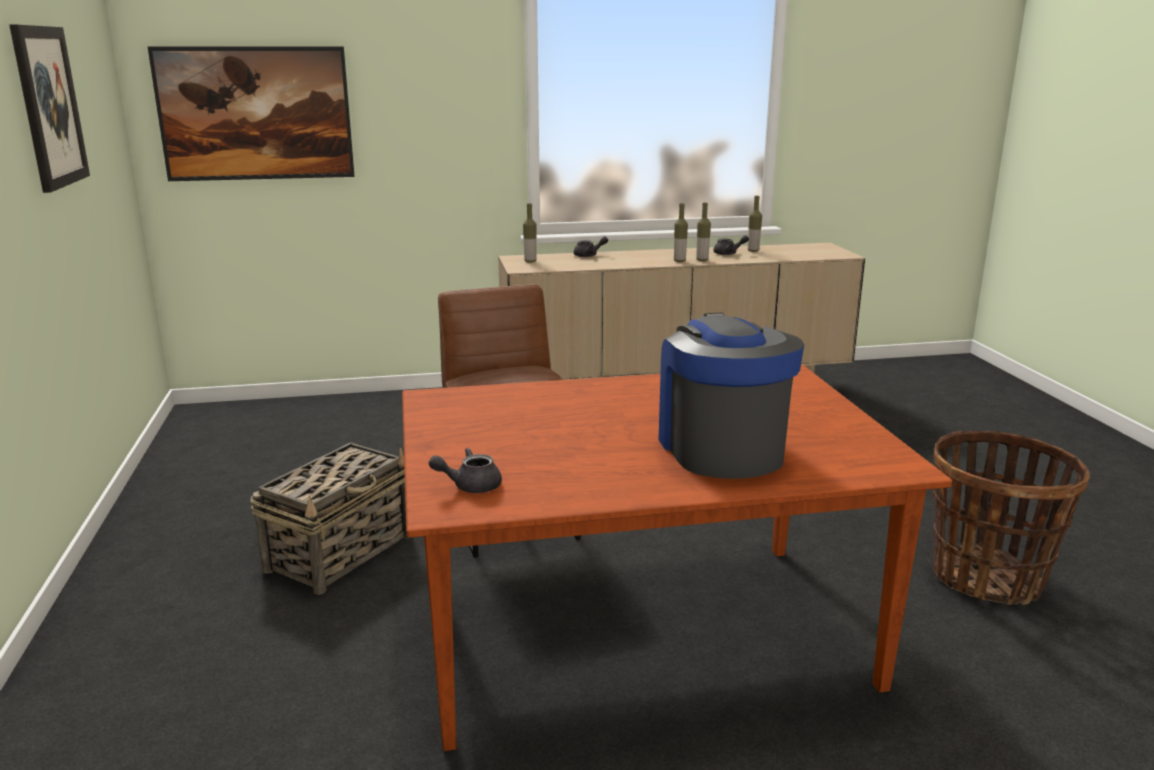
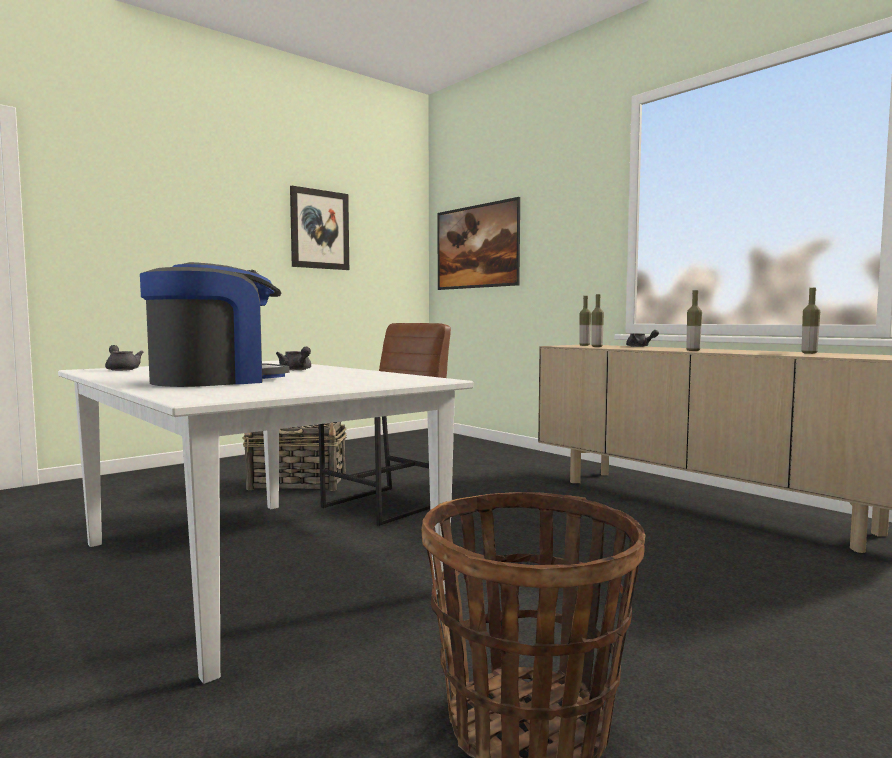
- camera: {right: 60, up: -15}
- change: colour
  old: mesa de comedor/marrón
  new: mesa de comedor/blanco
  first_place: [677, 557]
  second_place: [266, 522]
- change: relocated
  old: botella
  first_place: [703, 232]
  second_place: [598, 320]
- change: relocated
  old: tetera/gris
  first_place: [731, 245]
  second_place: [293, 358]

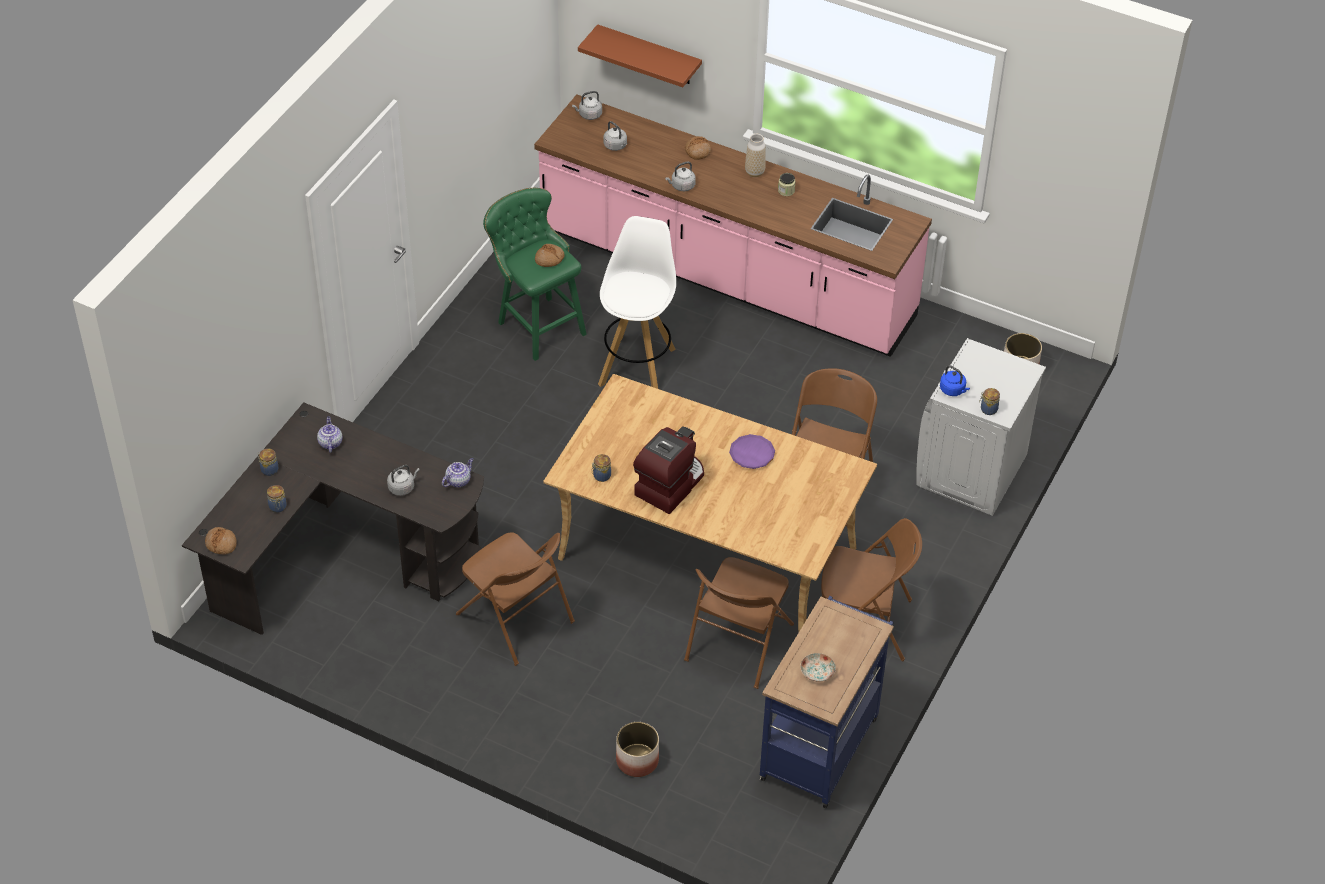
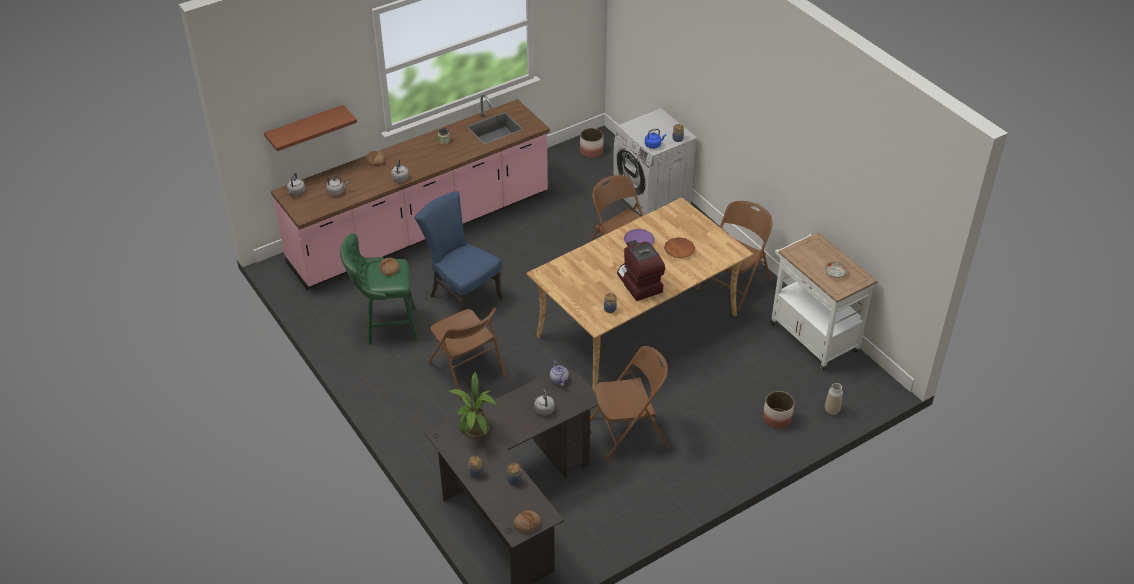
- camera: {right: -60, up: -5}
- change: exchanged
  old: tetera
  new: planta en maceta
  first_place: [330, 435]
  second_place: [472, 404]
- change: exchanged
  old: taburete/blanco
  new: silla/azul
  first_place: [637, 302]
  second_place: [458, 251]
- change: relocated
  old: silla/marrón
  first_place: [739, 623]
  second_place: [467, 353]
- change: relocated
  old: florero
  first_place: [755, 155]
  second_place: [834, 399]
- change: colour
  old: carrito/azul
  new: carrito/blanco
  first_place: [827, 702]
  second_place: [823, 301]
- change: appeared
  new: plato/marrón
  second_place: [679, 247]

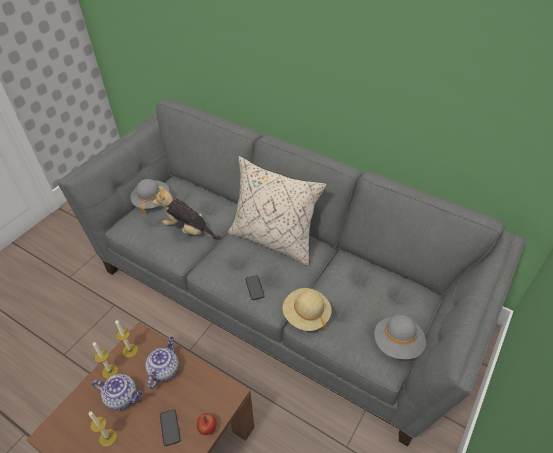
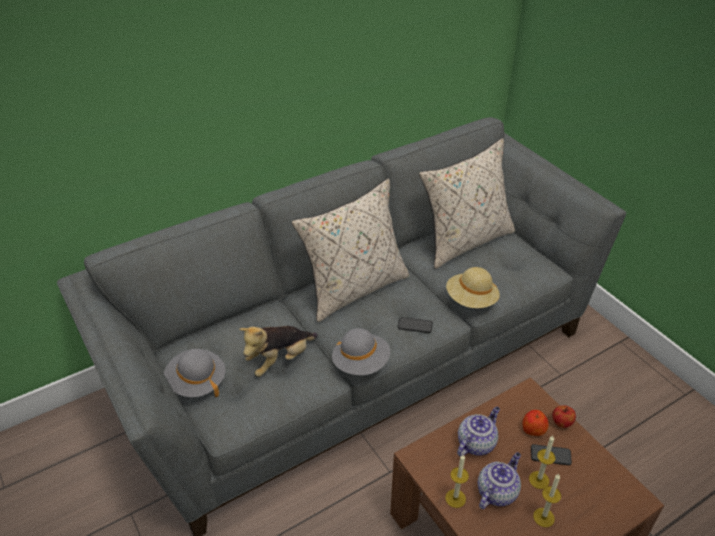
- camera: {right: -65, up: -5}
- change: relocated
  old: vela
  first_place: [126, 339]
  second_place: [542, 462]
- change: spun
  old: tetera
  first_place: [162, 362]
  second_place: [478, 432]
  degrees: 90
- change: relocated
  old: sombrero/gris
  first_place: [400, 337]
  second_place: [361, 351]
- change: appeared
  new: cojín/beis
  second_place: [467, 203]
- change: appeared
  new: manzana
  second_place: [536, 423]

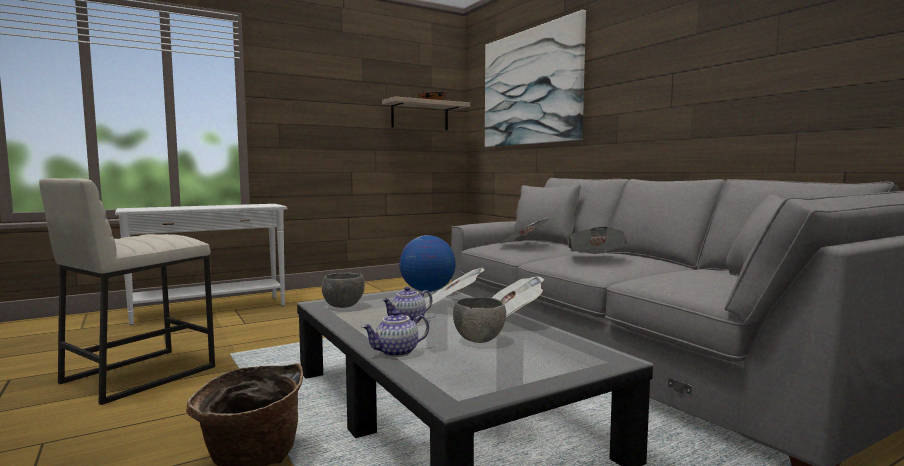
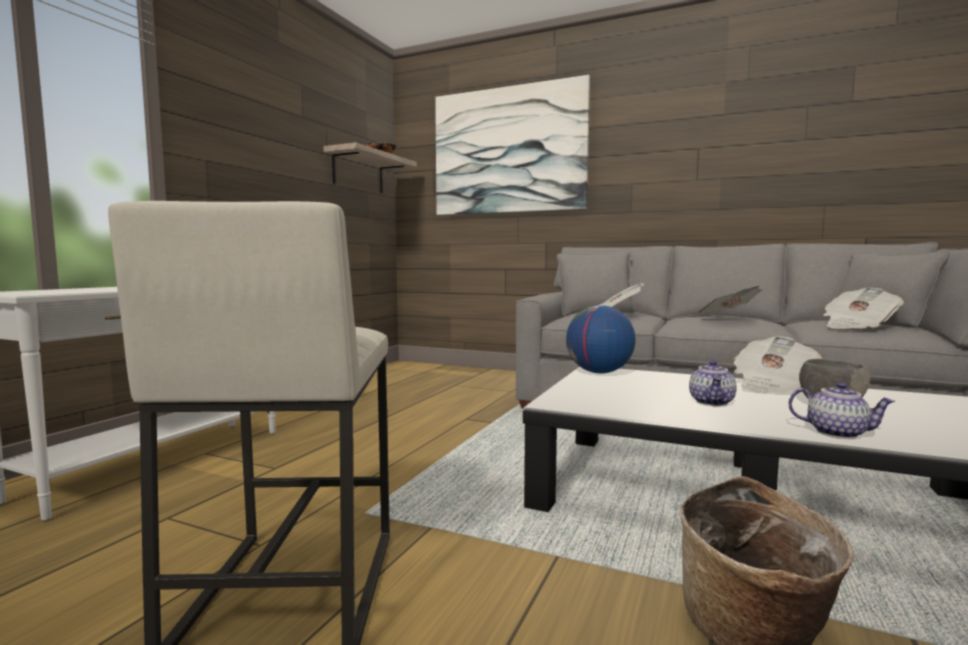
- camera: {right: -35, up: 0}
- change: missing
  old: cuenco/gris
  first_place: [343, 290]
- change: spun
  old: tetera
  first_place: [395, 334]
  second_place: [842, 410]
  degrees: -90
- change: relocated
  old: periódico
  first_place: [454, 287]
  second_place: [863, 308]

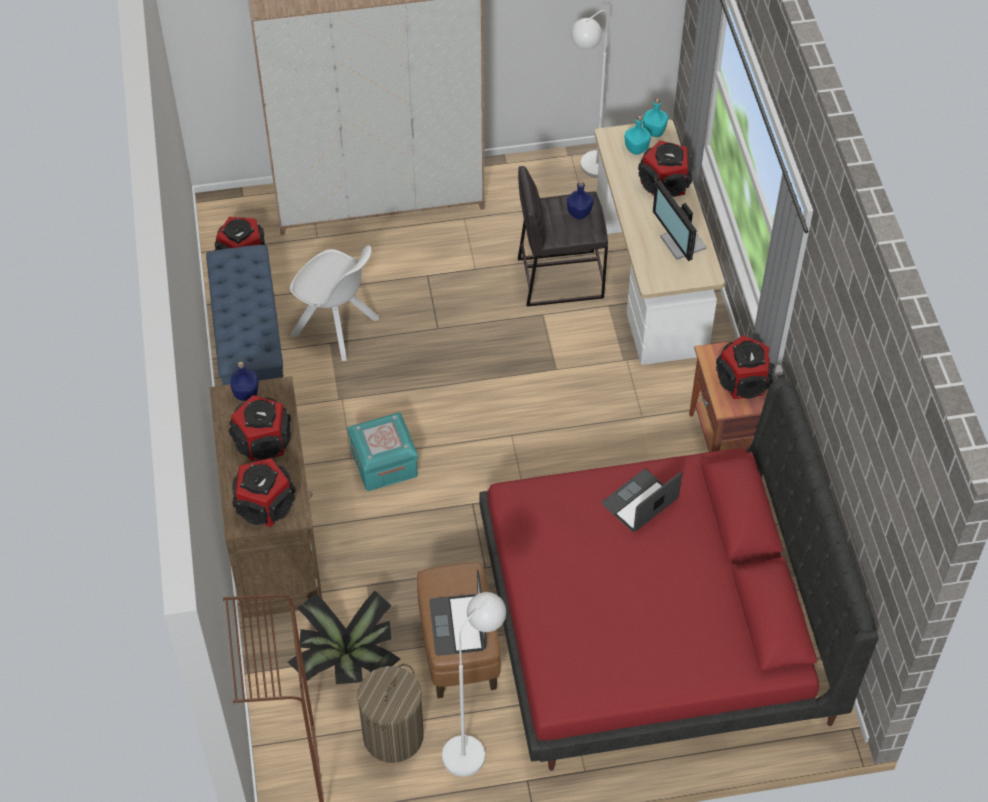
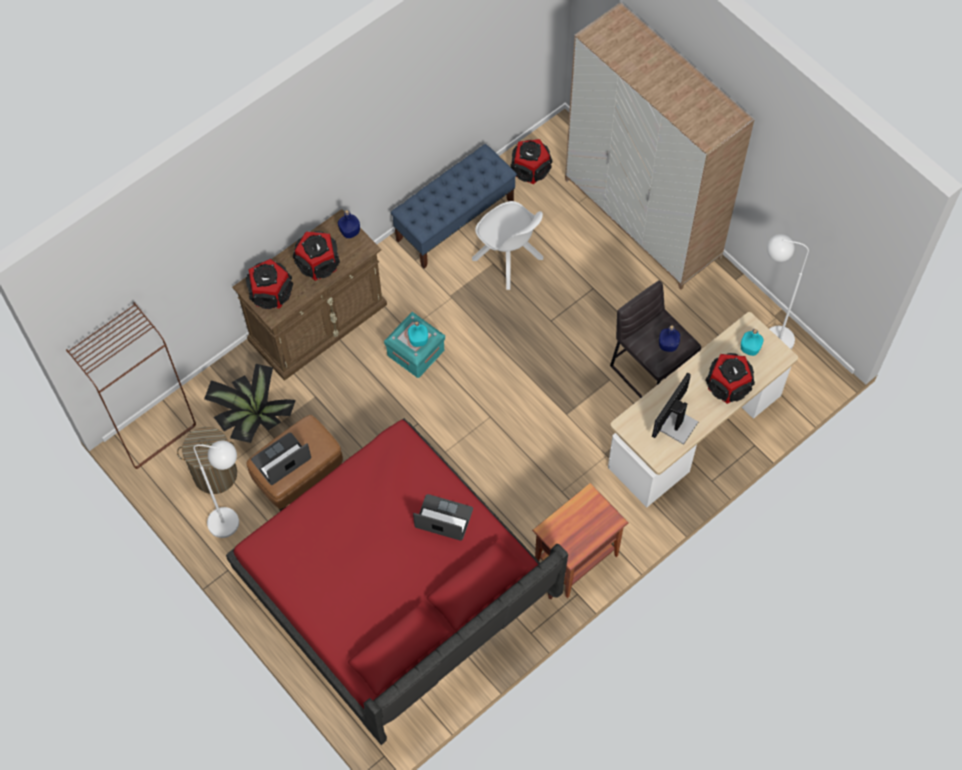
- camera: {right: 60, up: 10}
- change: spun
  old: silla/blanco
  first_place: [334, 303]
  second_place: [507, 245]
  degrees: -45
- change: relocated
  old: botella/turquesa
  first_place: [655, 117]
  second_place: [418, 334]
- change: missing
  old: altavoz
  first_place: [745, 367]

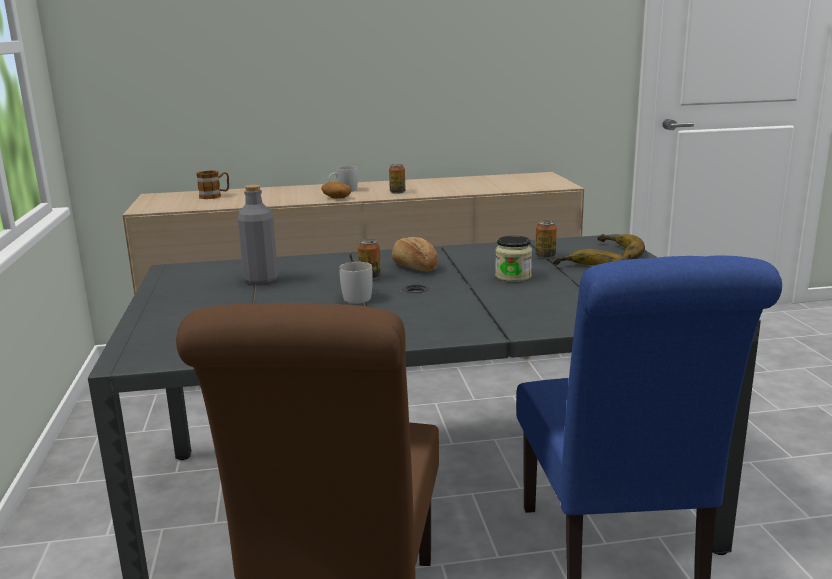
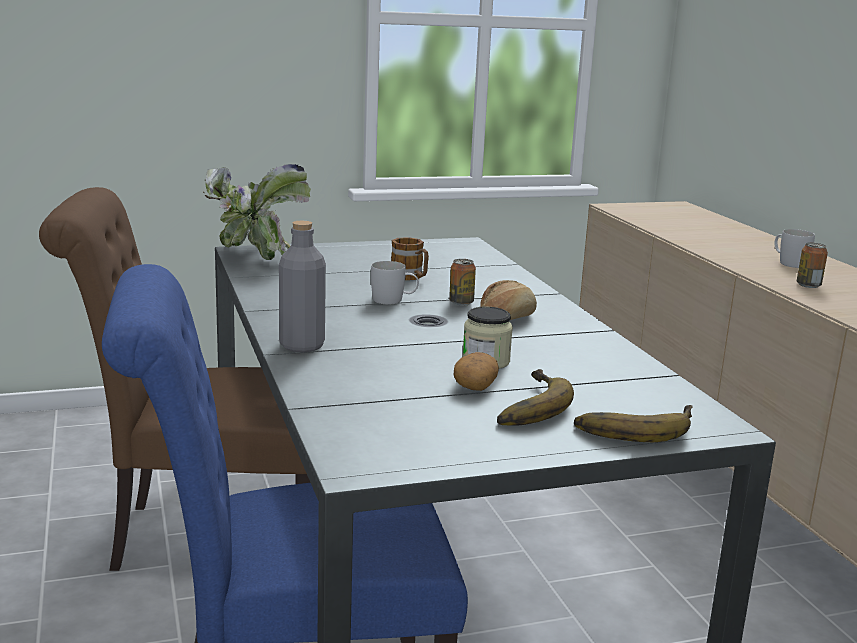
- camera: {right: 80, up: 0}
- change: relocated
  old: taza grande
  first_place: [213, 184]
  second_place: [410, 258]
- change: relocated
  old: botella/gris
  first_place: [257, 235]
  second_place: [302, 286]
- change: relocated
  old: patata
  first_place: [336, 190]
  second_place: [476, 371]
- change: missing
  old: lata
  first_place: [546, 239]
- change: appeared
  new: planta en maceta
  second_place: [257, 212]

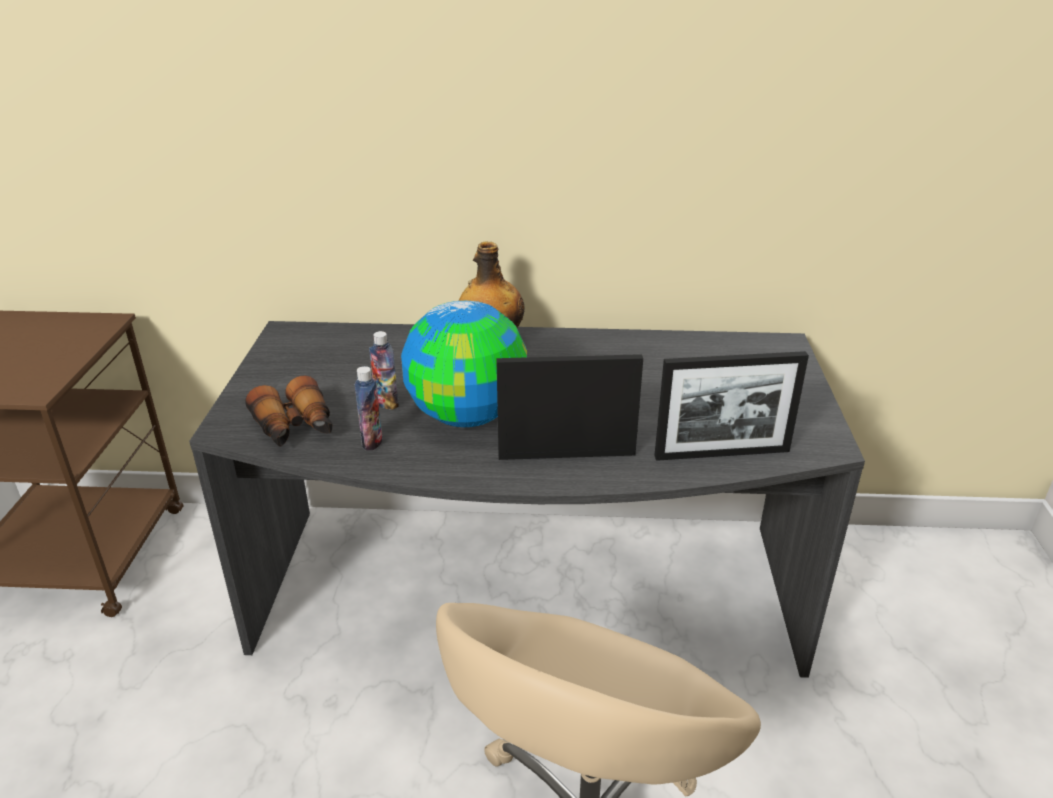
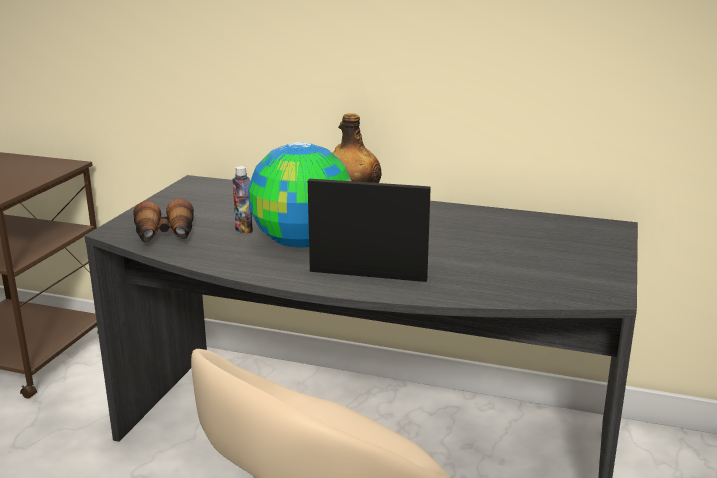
- camera: {right: 15, up: -10}
- change: missing
  old: botella
  first_place: [368, 408]
- change: missing
  old: portarretratos
  first_place: [731, 406]

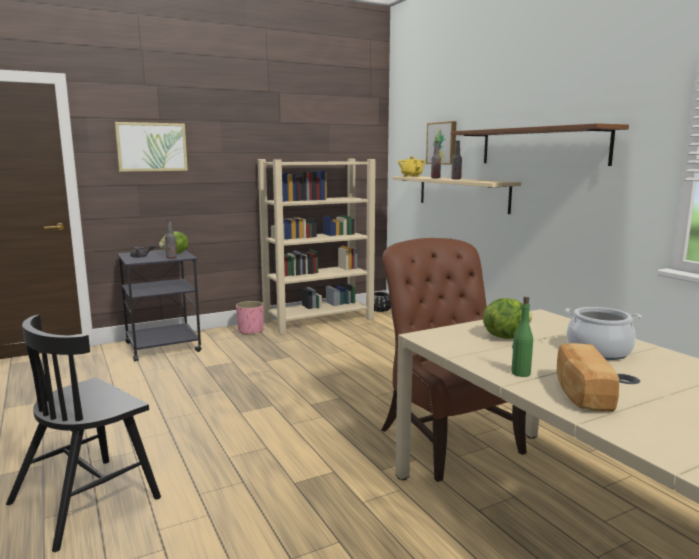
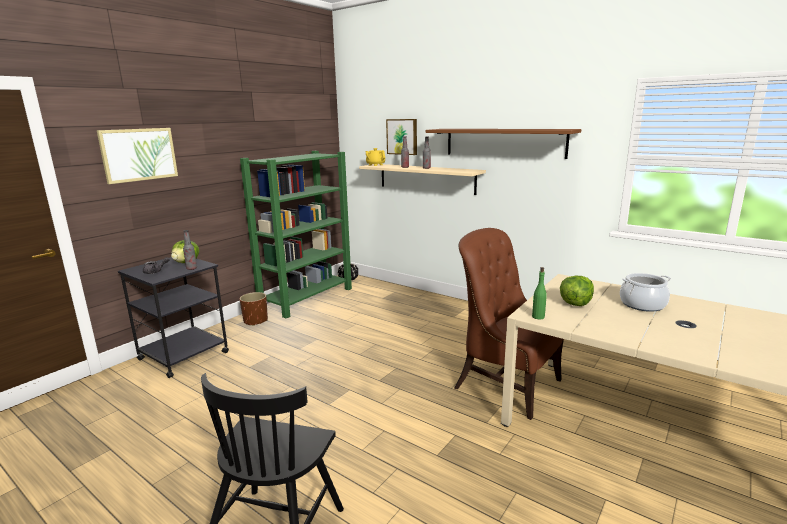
- camera: {right: -25, up: 5}
- change: colour
  old: maceta/rosa
  new: maceta/marrón
  first_place: [250, 318]
  second_place: [254, 309]
- change: colour
  old: estantería/beis
  new: estantería/verde
  first_place: [317, 246]
  second_place: [296, 234]
- change: relocated
  old: botella/verde
  first_place: [522, 337]
  second_place: [539, 293]
- change: missing
  old: pan
  first_place: [588, 377]

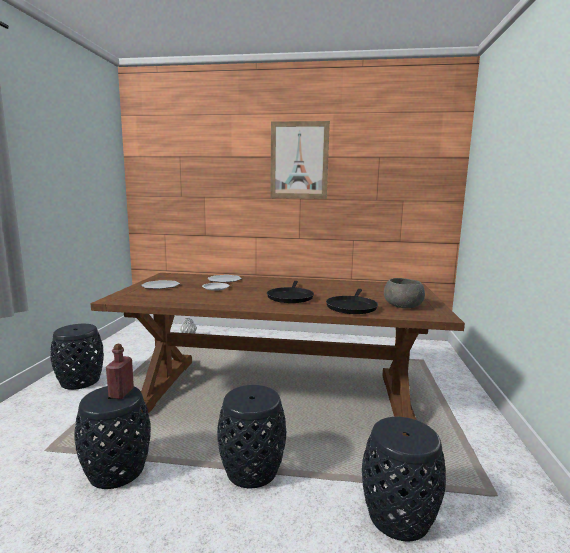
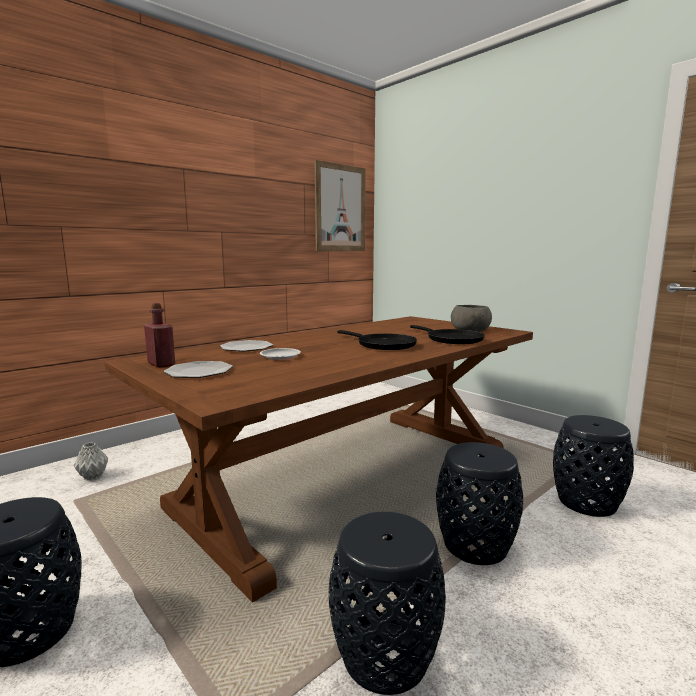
- camera: {right: -50, up: 0}
- change: relocated
  old: botella/rojo
  first_place: [120, 371]
  second_place: [159, 335]
- change: relocated
  old: cuadro
  first_place: [300, 160]
  second_place: [340, 205]

